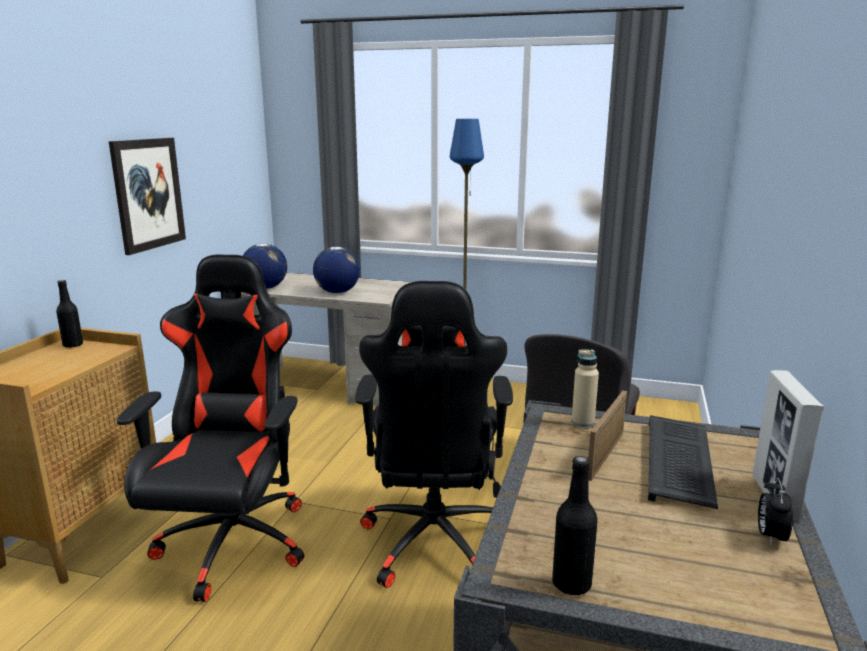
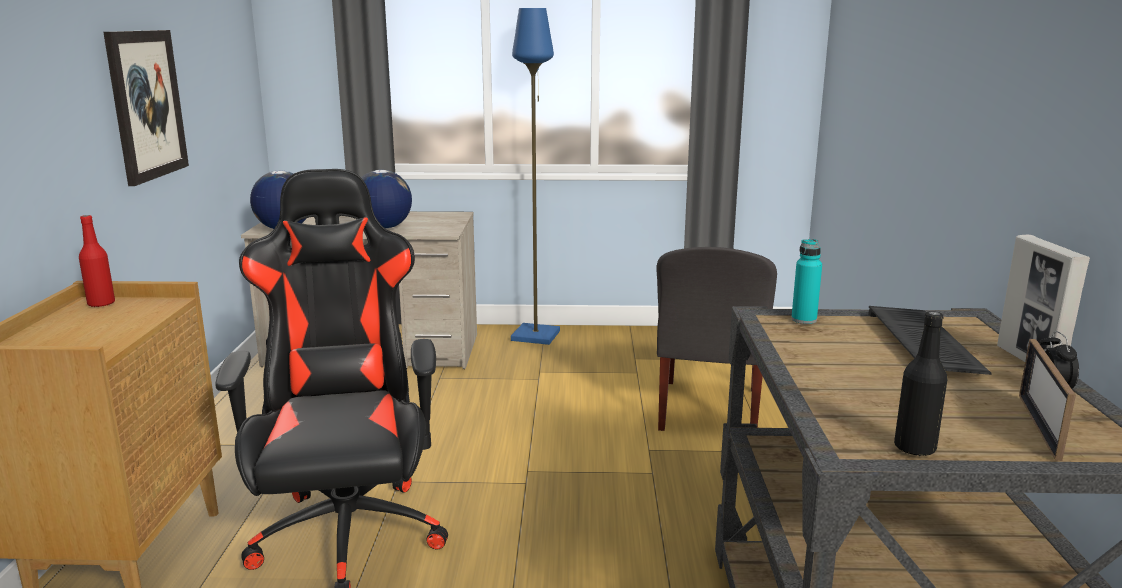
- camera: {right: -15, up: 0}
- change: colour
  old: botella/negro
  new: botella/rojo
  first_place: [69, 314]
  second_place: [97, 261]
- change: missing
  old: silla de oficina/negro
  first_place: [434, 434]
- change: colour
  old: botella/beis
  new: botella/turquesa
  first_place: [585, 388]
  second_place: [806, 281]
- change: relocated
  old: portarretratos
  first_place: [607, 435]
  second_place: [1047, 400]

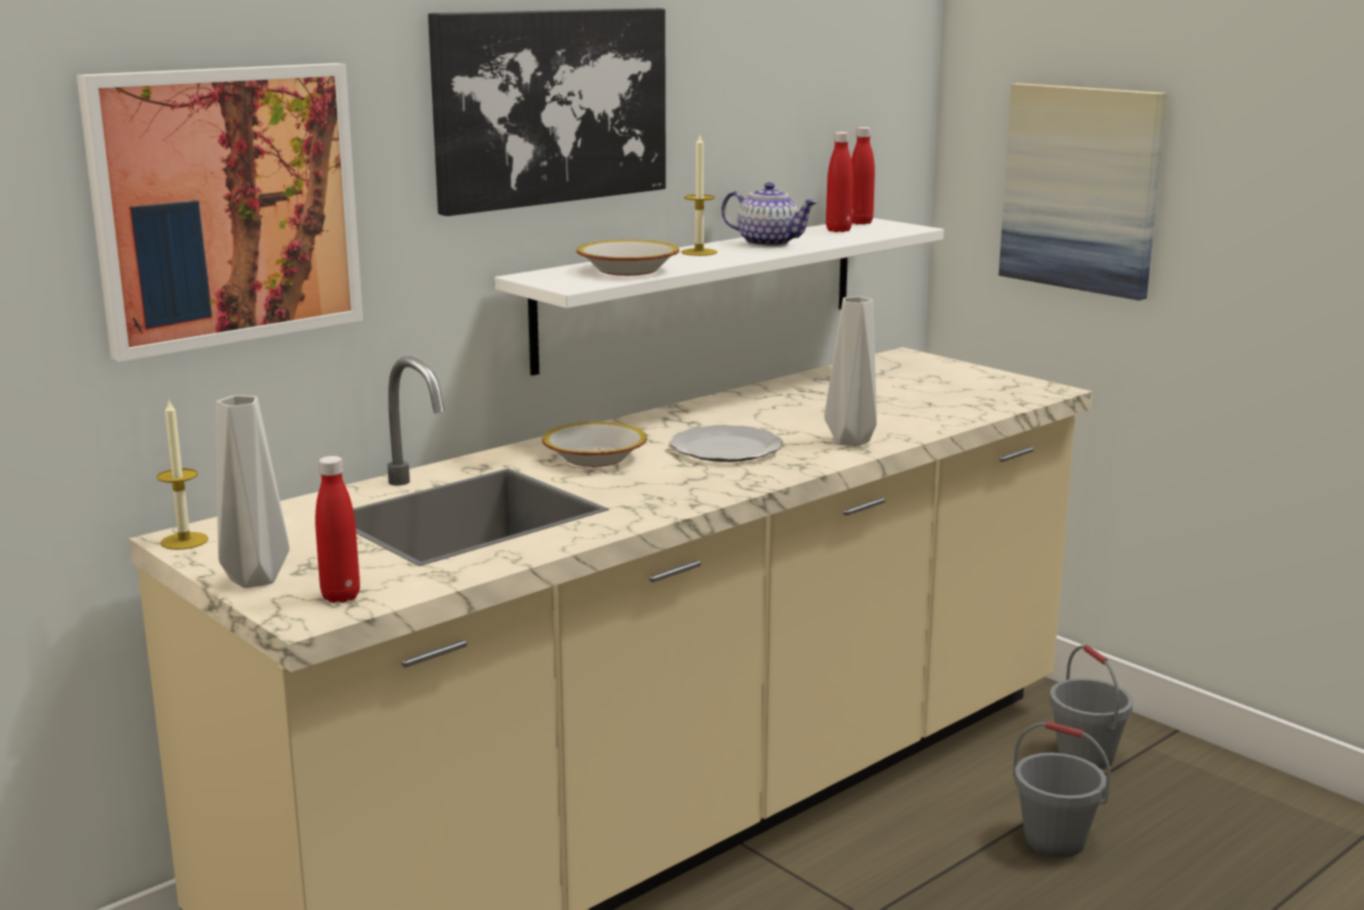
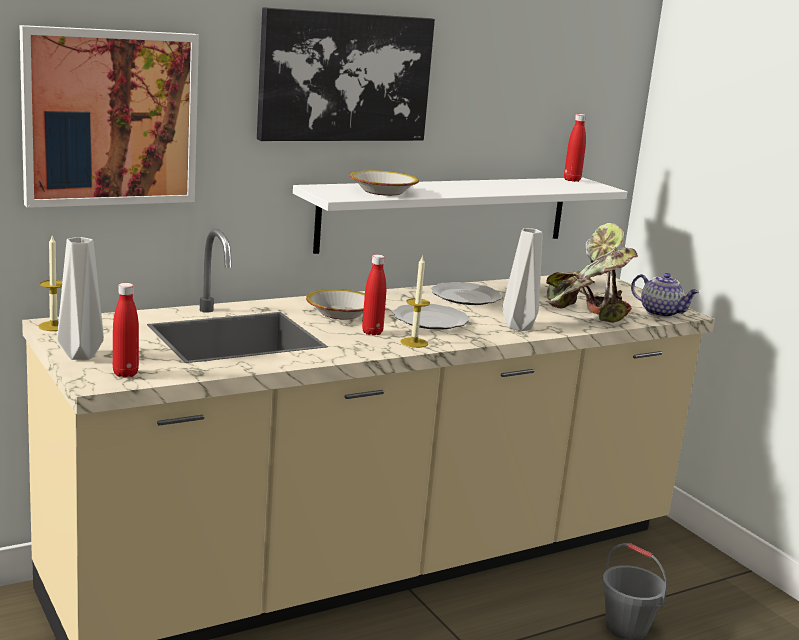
- camera: {right: 10, up: 0}
- change: relocated
  old: vela
  first_place: [699, 194]
  second_place: [415, 301]
- change: relocated
  old: tetera
  first_place: [769, 214]
  second_place: [665, 295]
- change: relocated
  old: botella/rojo
  first_place: [839, 182]
  second_place: [374, 295]
- change: missing
  old: cuadro
  first_place: [1083, 192]
- change: missing
  old: cubo/gris
  first_place: [1091, 707]
- change: appeared
  new: plato
  second_place: [466, 293]
- change: appeared
  new: planta en maceta
  second_place: [592, 273]

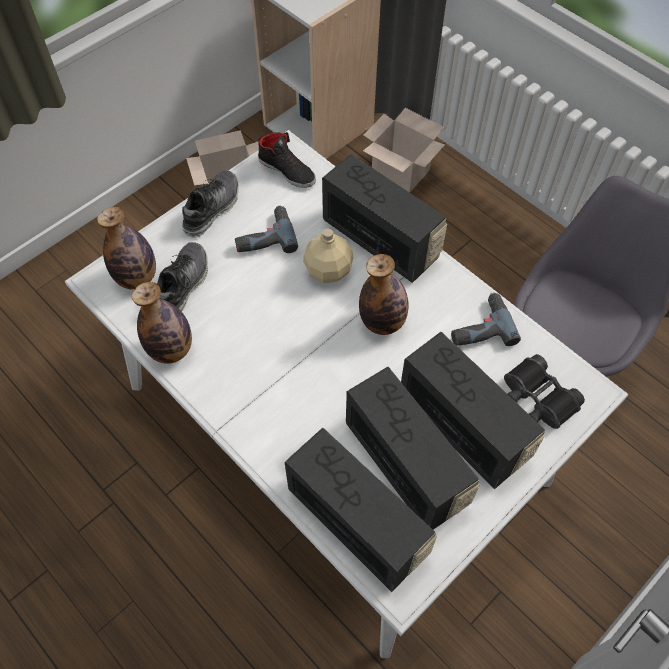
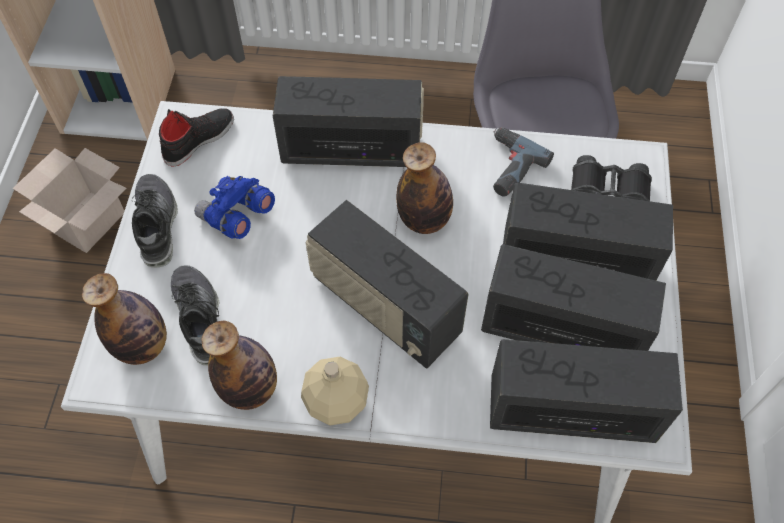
- camera: {right: -40, up: 0}
- change: exchanged
  old: taladro
  new: prismáticos/azul
  first_place: [266, 229]
  second_place: [234, 207]
- change: spun
  old: zapato/negro
  first_place: [287, 160]
  second_place: [196, 137]
  degrees: -45
- change: relocated
  old: botella/beis
  first_place: [328, 255]
  second_place: [335, 391]
- change: missing
  old: caja de cartón
  first_place: [404, 150]
- change: appeared
  new: radio
  second_place: [387, 284]

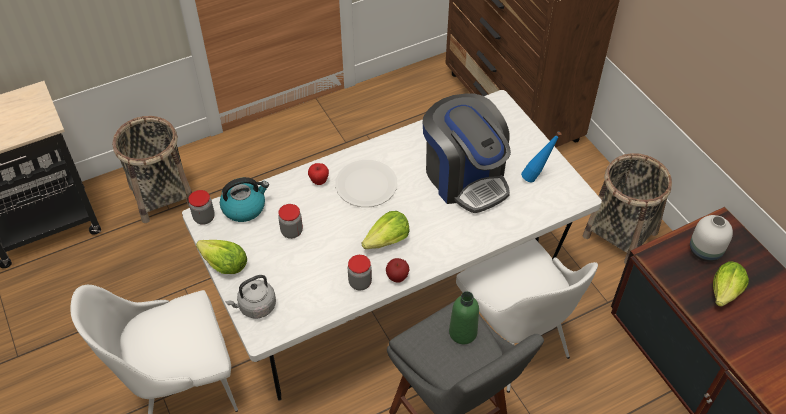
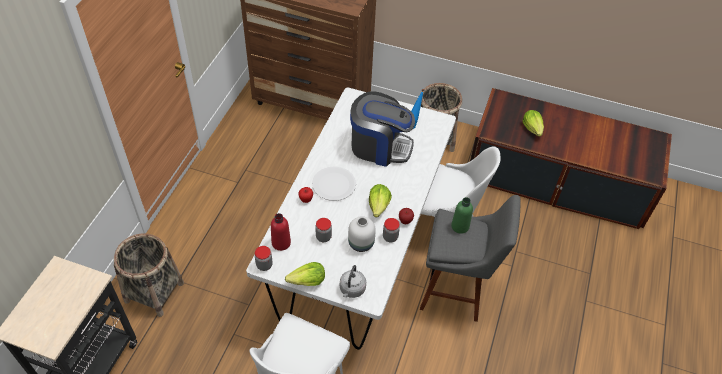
- camera: {right: -45, up: 0}
- change: exchanged
  old: hervidor
  new: botella/rojo
  first_place: [244, 199]
  second_place: [281, 232]
- change: relocated
  old: florero/blanco
  first_place: [711, 238]
  second_place: [362, 234]

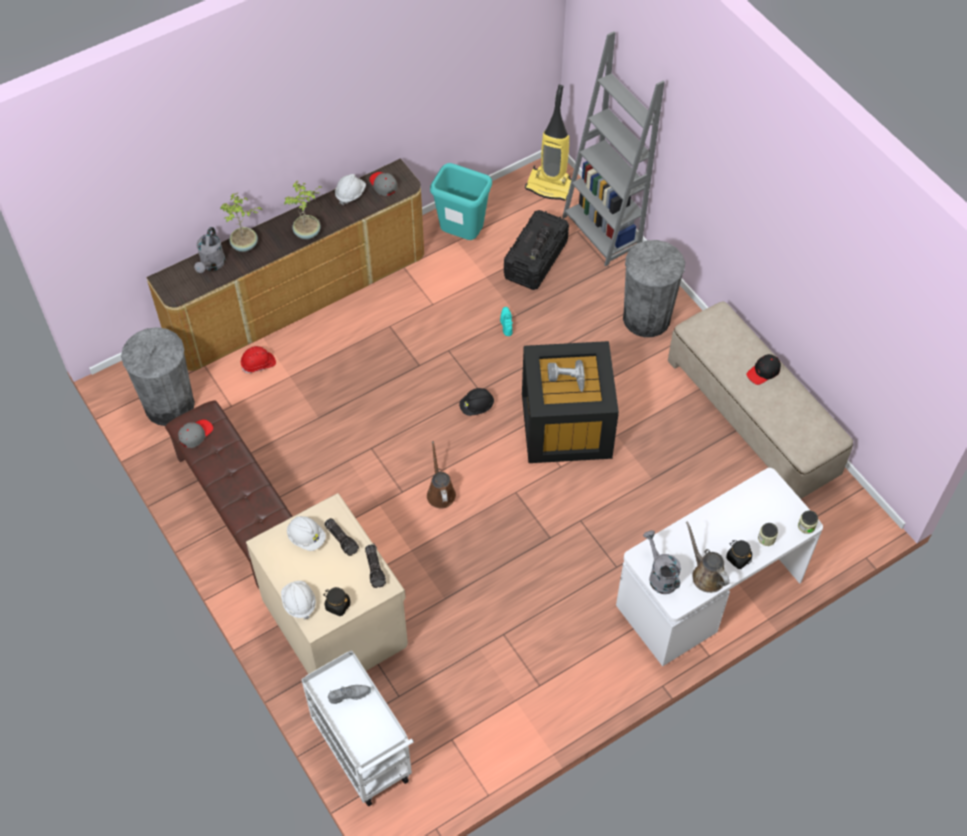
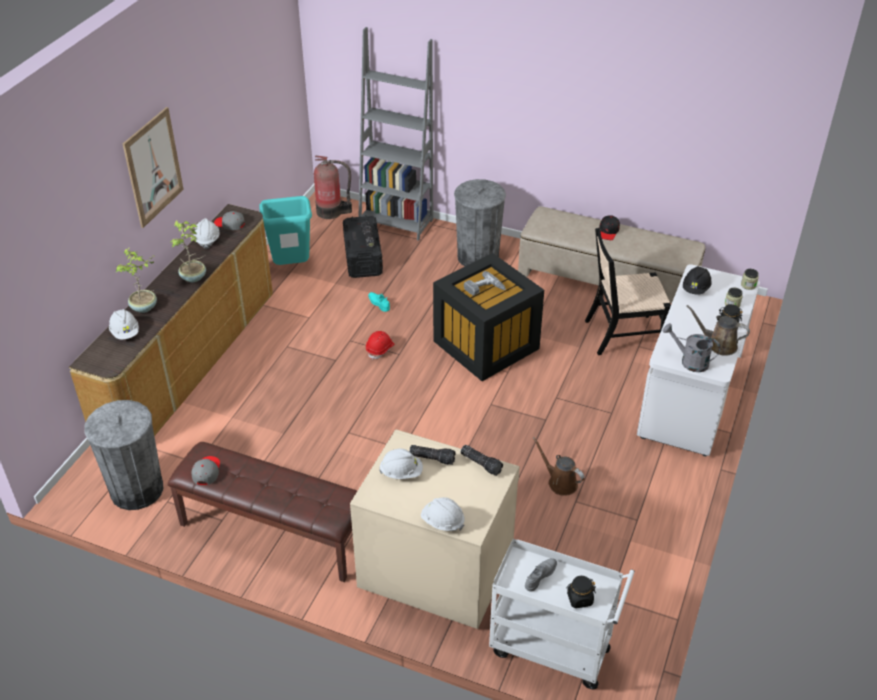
- camera: {right: -35, up: -15}
- change: exchanged
  old: regadera/gris
  new: casco/blanco
  first_place: [209, 250]
  second_place: [124, 324]
- change: relocated
  old: casco/rojo
  first_place: [258, 359]
  second_place: [380, 345]
- change: relocated
  old: tarro/negro
  first_place: [337, 601]
  second_place: [581, 592]
- change: relocated
  old: regadera/marrón
  first_place: [441, 475]
  second_place: [559, 466]
- change: relocated
  old: casco/negro
  first_place: [476, 402]
  second_place: [697, 280]
- change: exchanged
  old: aspiradora
  new: extintor
  first_place: [548, 143]
  second_place: [333, 187]
- change: appeared
  new: cuadro
  second_place: [153, 167]
- change: appeared
  new: silla
  second_place: [628, 291]

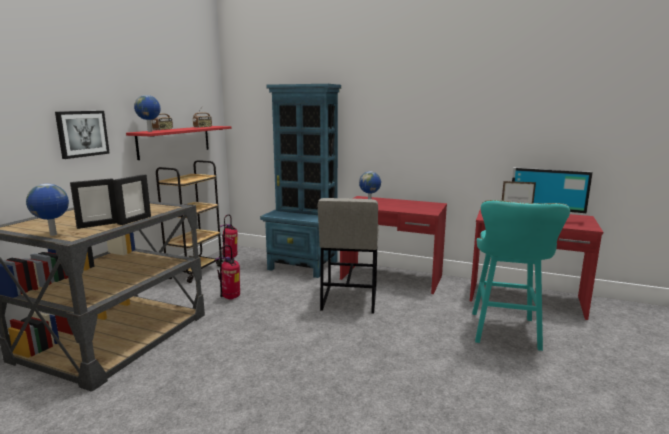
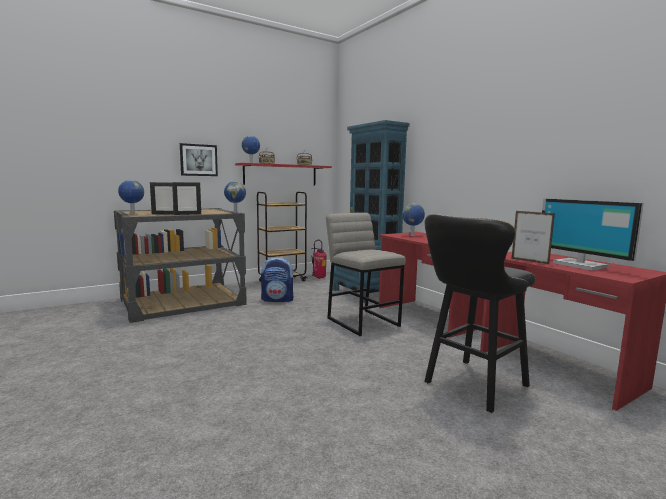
- camera: {right: 35, up: -5}
- change: exchanged
  old: extintor
  new: mochila
  first_place: [227, 272]
  second_place: [277, 279]
- change: spun
  old: silla/gris
  first_place: [348, 255]
  second_place: [366, 274]
  degrees: 105
- change: colour
  old: taburete/turquesa
  new: taburete/negro
  first_place: [521, 275]
  second_place: [479, 313]
- change: appeared
  new: globo terráqueo
  second_place: [235, 197]

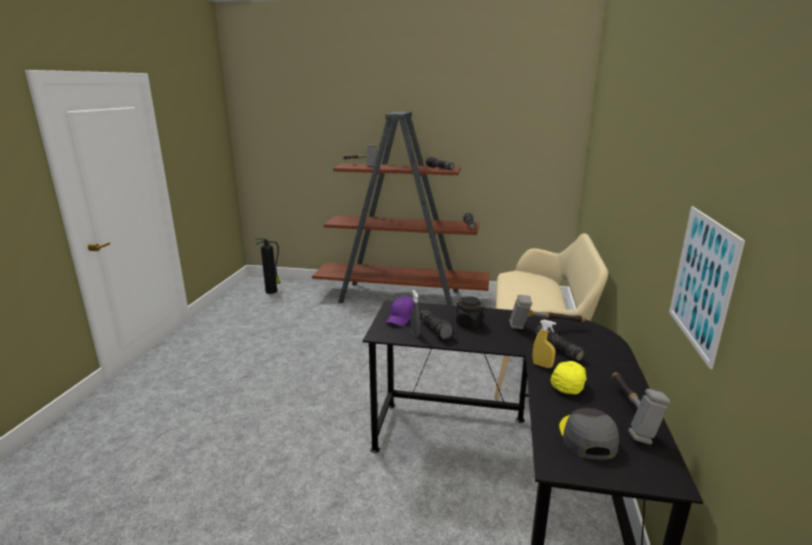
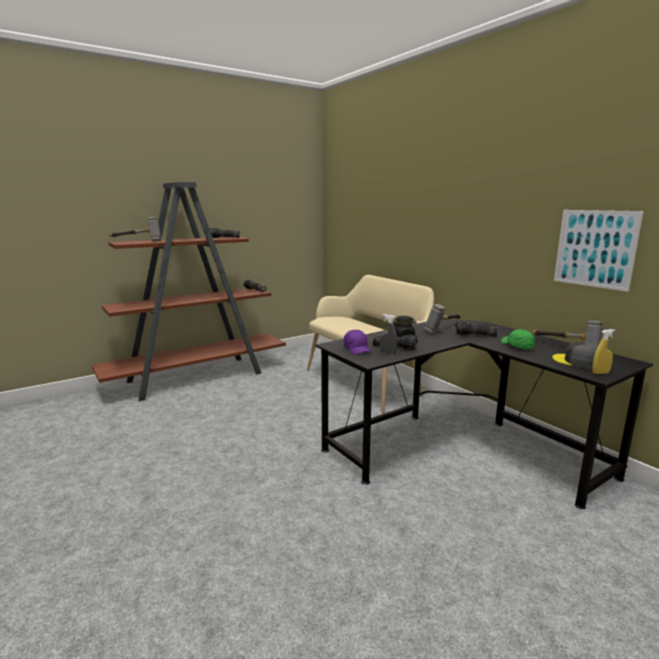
- camera: {right: -45, up: -5}
- change: missing
  old: extintor
  first_place: [268, 266]
- change: relocated
  old: pulverizador/amarillo
  first_place: [544, 344]
  second_place: [603, 351]
- change: colour
  old: gorra/amarillo
  new: gorra/verde
  first_place: [568, 377]
  second_place: [518, 339]

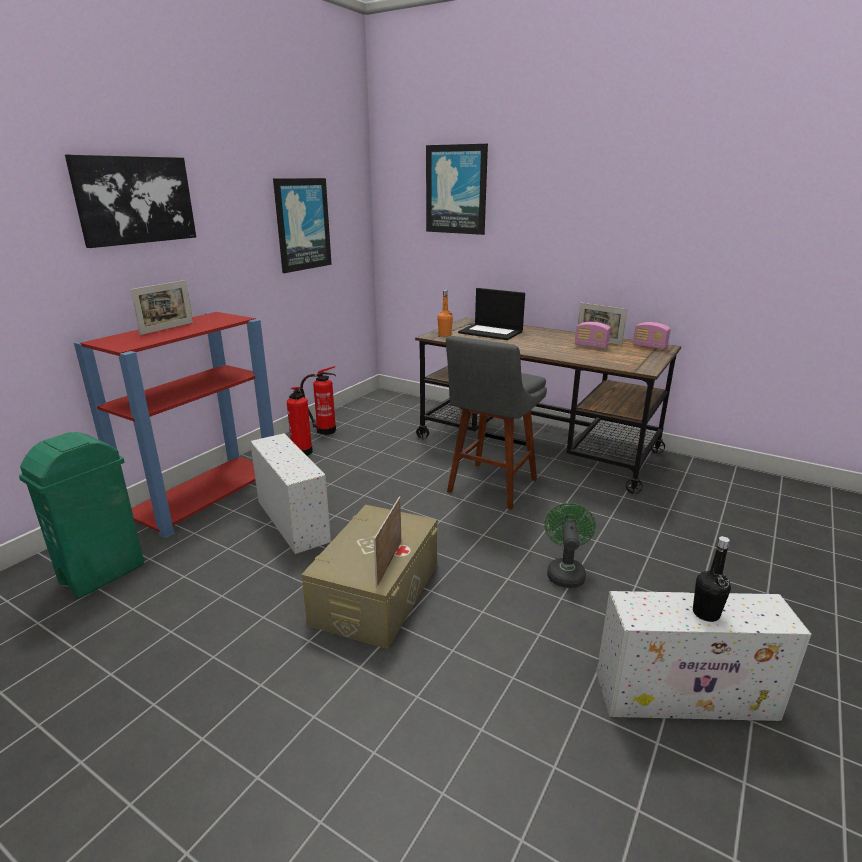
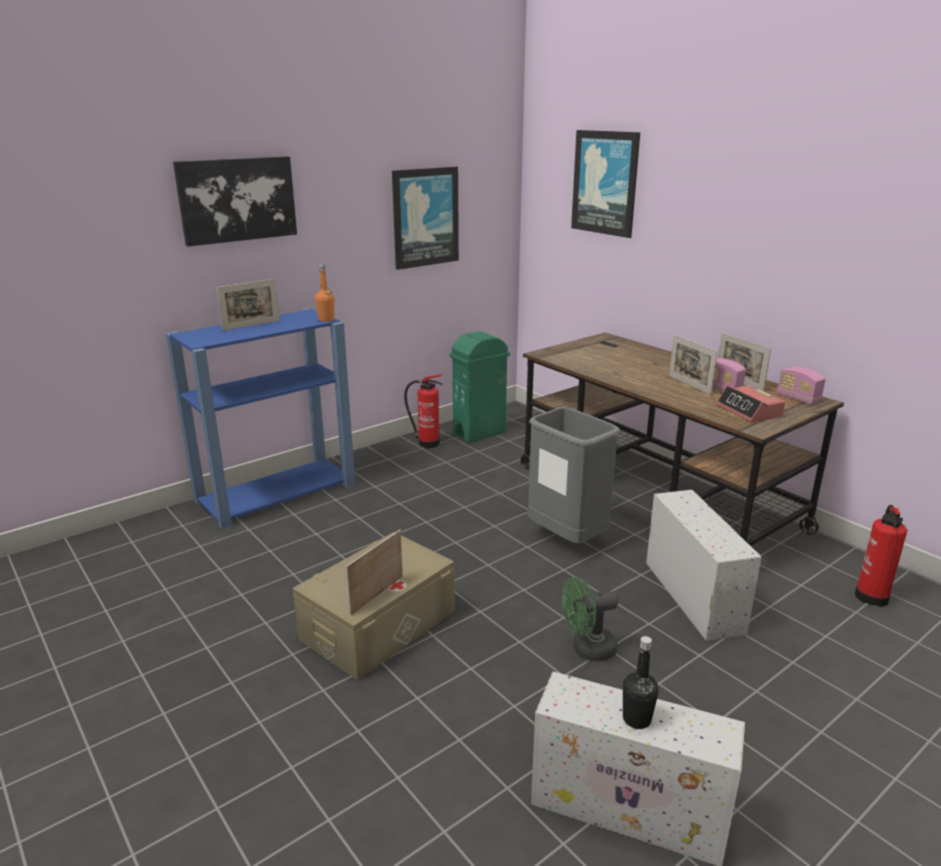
- camera: {right: 20, up: 0}
- change: relocated
  old: papelera/verde
  first_place: [81, 515]
  second_place: [480, 387]
- change: colour
  old: estantería/rojo
  new: estantería/azul
  first_place: [174, 425]
  second_place: [260, 419]
- change: relocated
  old: caja de almacenaje/blanco
  first_place: [290, 493]
  second_place: [704, 565]
- change: relocated
  old: extintor
  first_place: [300, 421]
  second_place: [881, 556]
- change: relocated
  old: botella/naranja
  first_place: [445, 313]
  second_place: [324, 293]
- change: exchanged
  old: taburete/gris
  new: papelera/gris
  first_place: [496, 423]
  second_place: [574, 475]
- change: missing
  old: portátil
  first_place: [491, 314]
- change: spun
  old: ventilador/verde
  first_place: [570, 545]
  second_place: [590, 619]
  degrees: -135
- change: appeared
  new: portarretratos
  second_place: [693, 365]
- change: appeared
  new: despertador
  second_place: [751, 403]

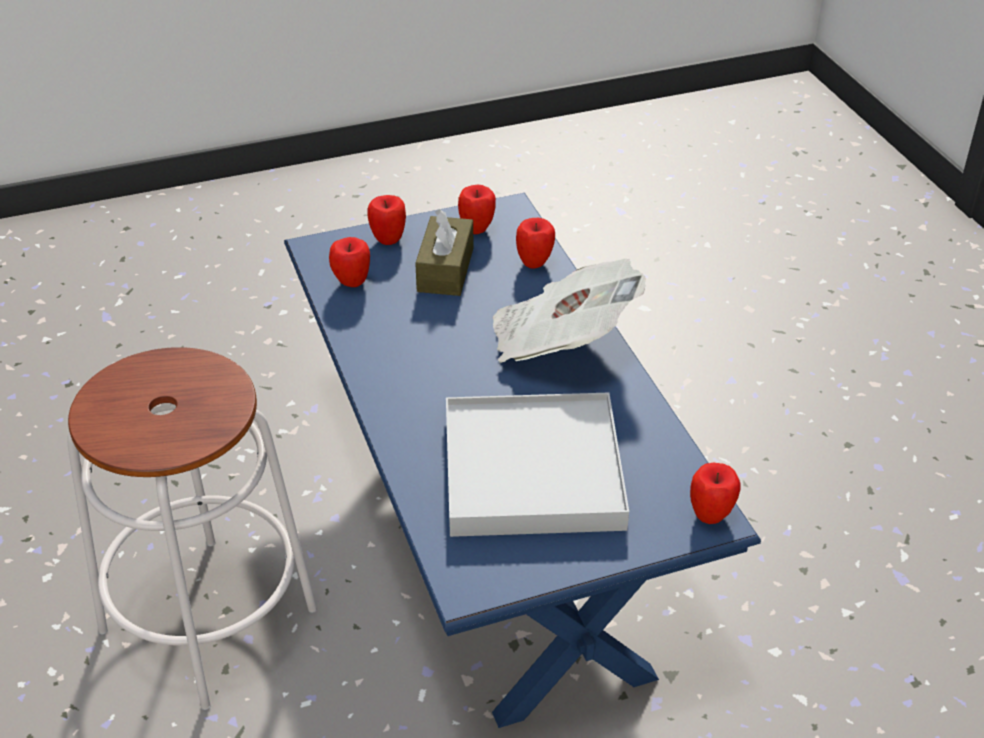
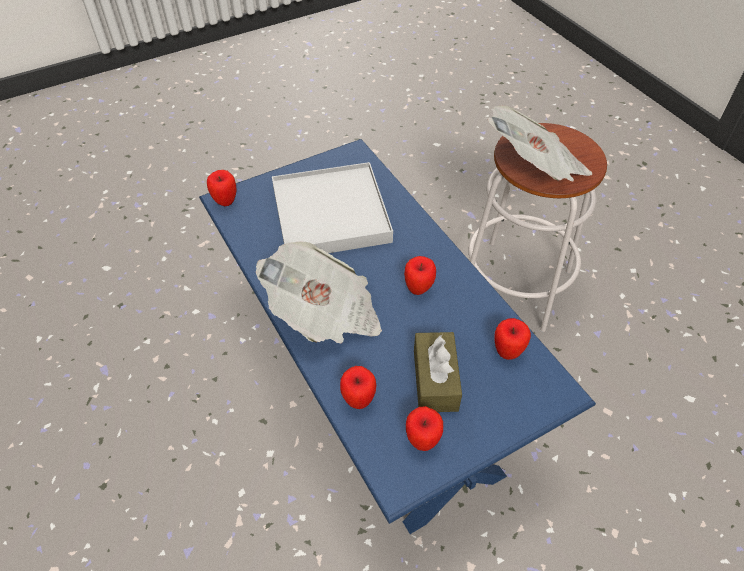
- camera: {right: 170, up: 10}
- change: relocated
  old: manzana
  first_place: [387, 220]
  second_place: [420, 275]
- change: appeared
  new: periódico
  second_place: [539, 143]

